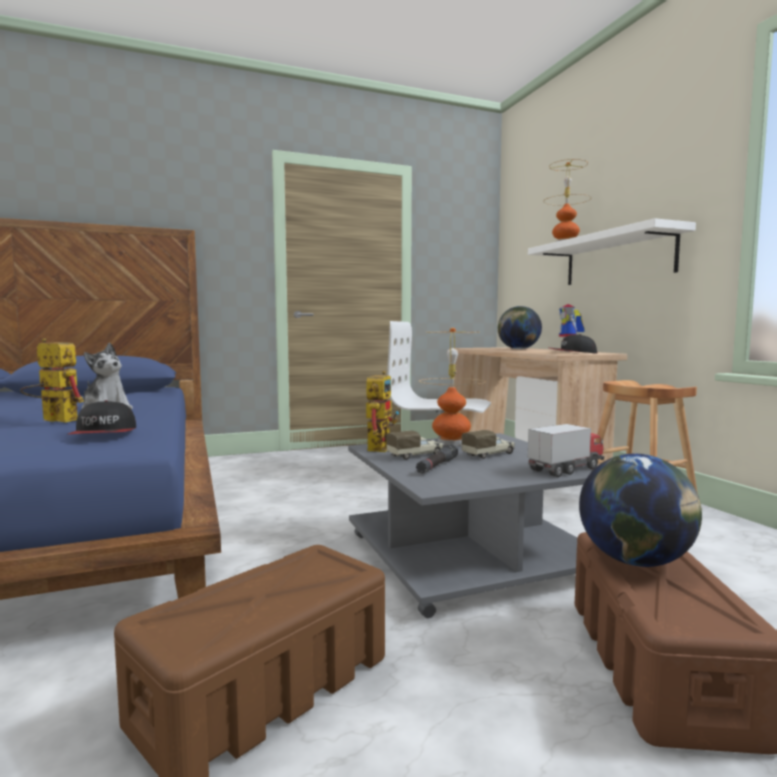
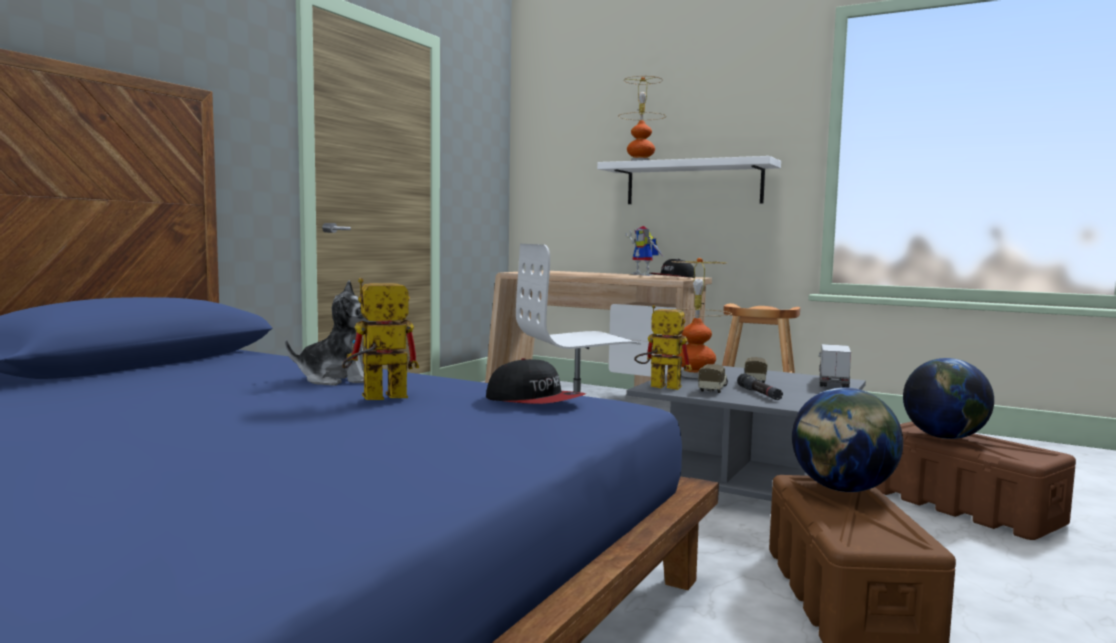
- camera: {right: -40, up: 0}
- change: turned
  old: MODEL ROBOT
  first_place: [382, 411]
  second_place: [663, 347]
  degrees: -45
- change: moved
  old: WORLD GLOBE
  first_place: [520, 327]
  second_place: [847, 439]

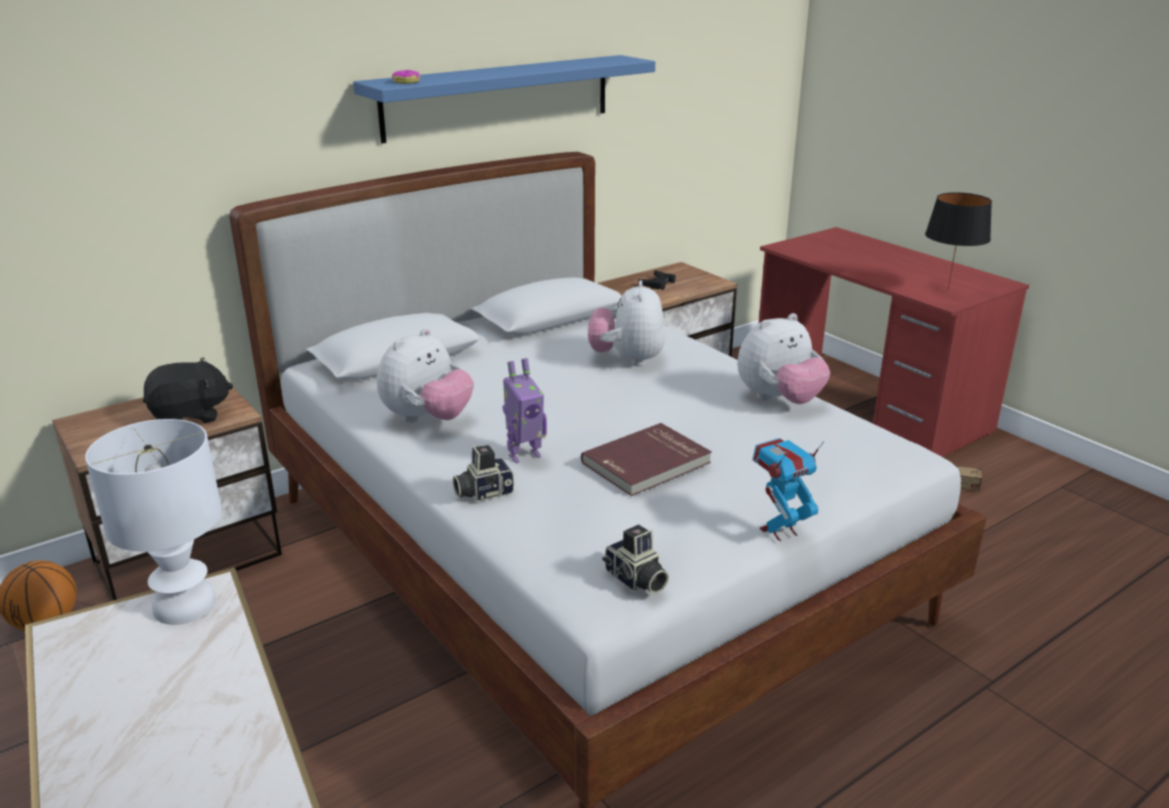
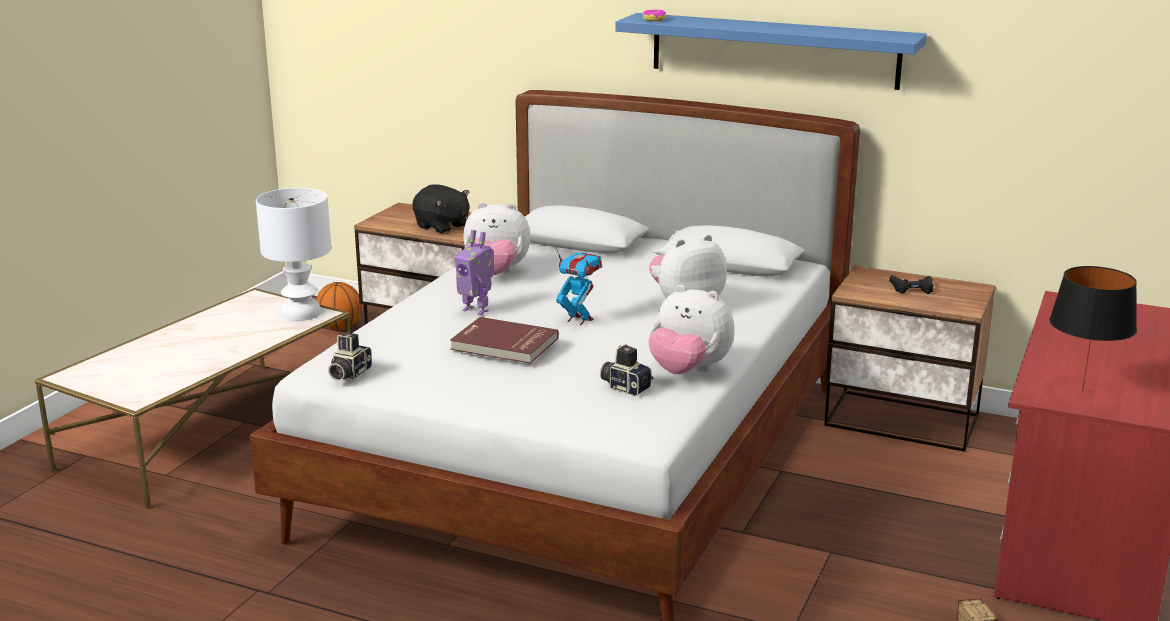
- camera: {right: 60, up: -5}
- change: moved
  old: STILL CAMERA
  first_place: [483, 473]
  second_place: [626, 370]
- change: moved
  old: MODEL ROBOT
  first_place: [788, 489]
  second_place: [579, 286]

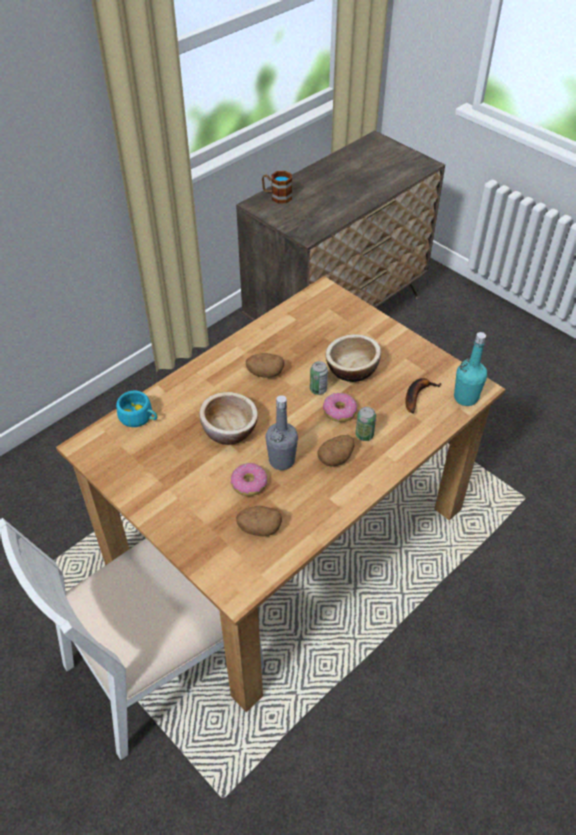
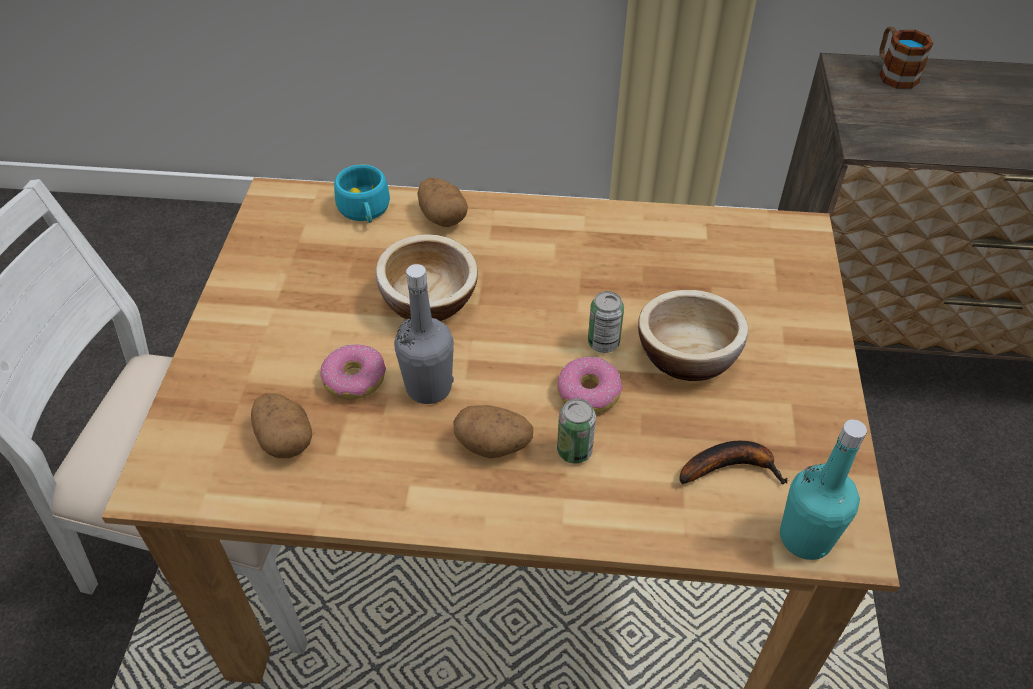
- camera: {right: 50, up: 0}
- change: moved
  old: SPUD
  first_place: [265, 365]
  second_place: [442, 202]

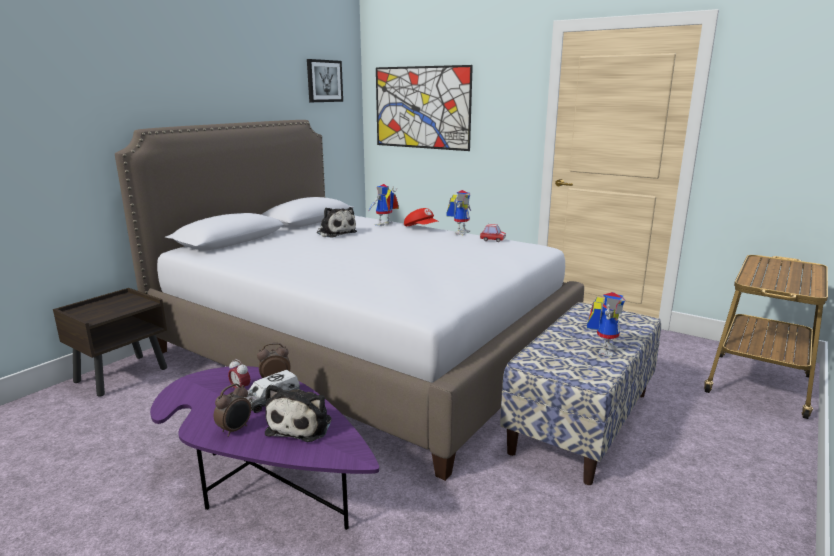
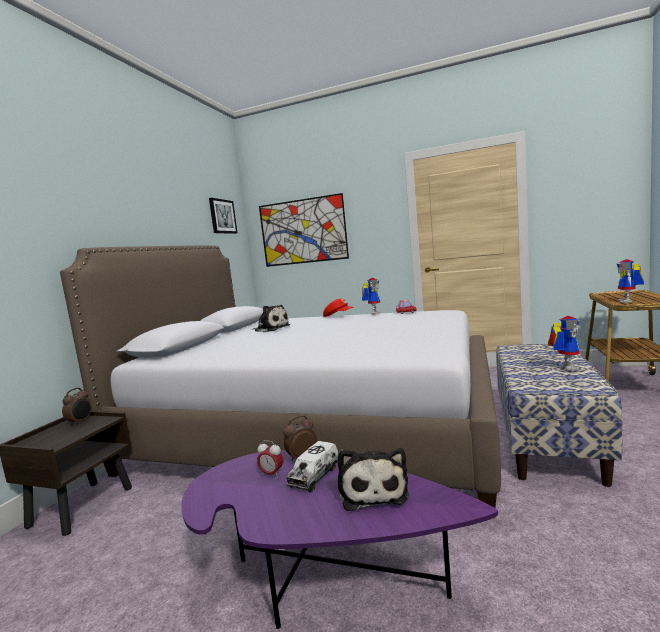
- camera: {right: -15, up: -10}
- change: moved
  old: ALARM CLOCK
  first_place: [232, 410]
  second_place: [77, 407]
- change: moved
  old: MODEL ROBOT
  first_place: [384, 205]
  second_place: [630, 281]

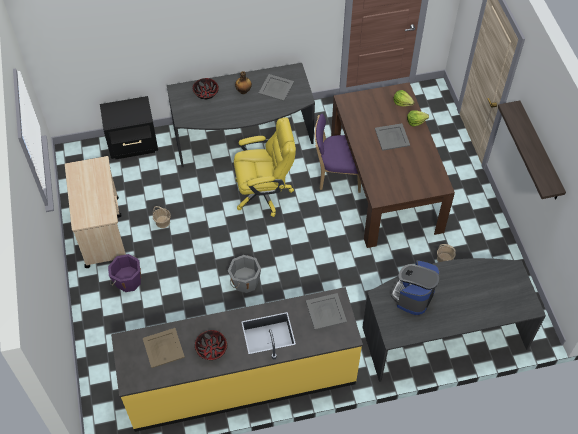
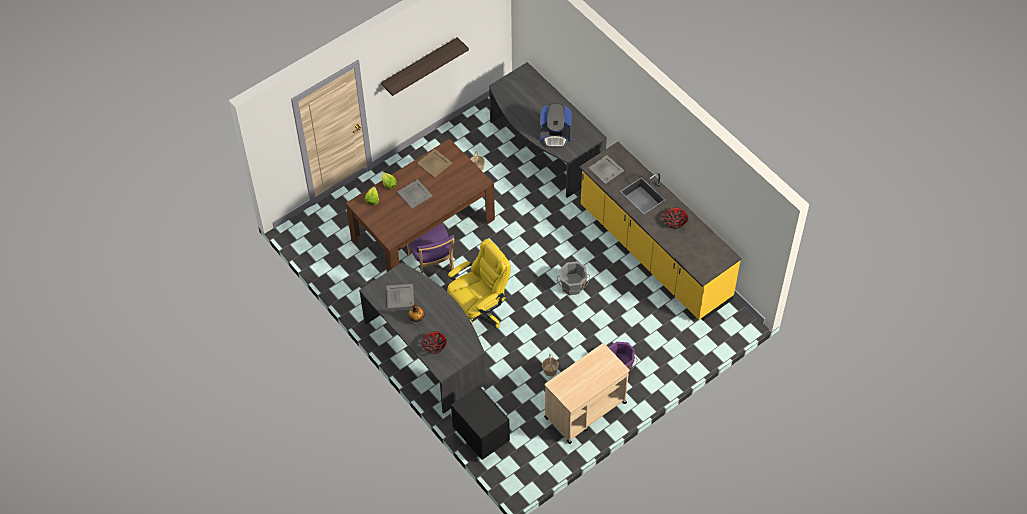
- camera: {right: -115, up: 0}
- change: moved
  old: BEIGE SERVING TRAY
  first_place: [164, 348]
  second_place: [434, 163]
- change: turned
  old: YELLOW-COLOURED DESK CHAIR
  first_place: [265, 167]
  second_place: [479, 283]
  degrees: 90

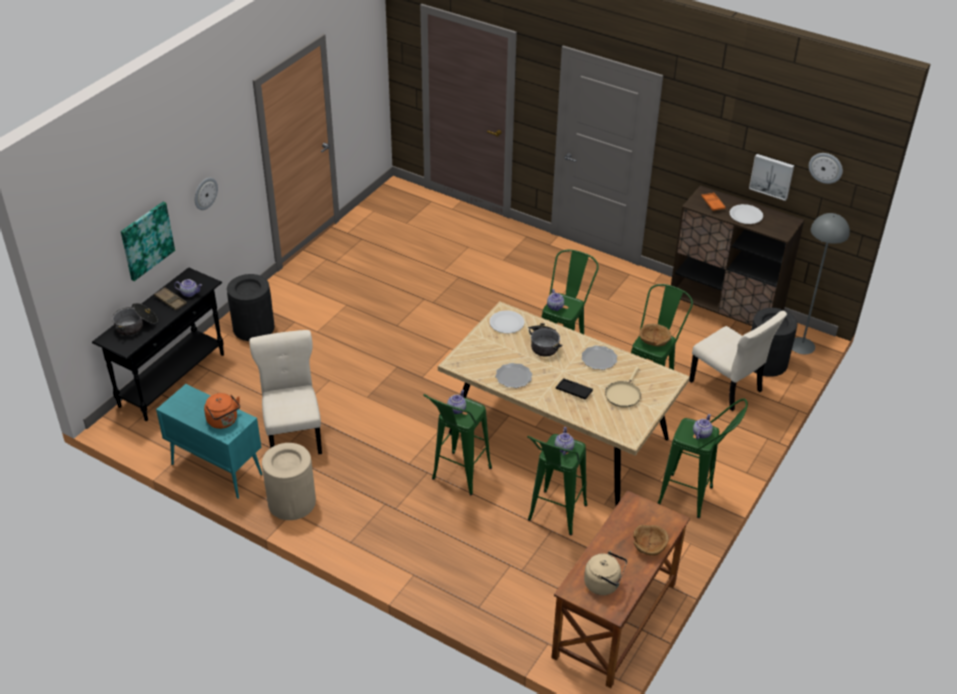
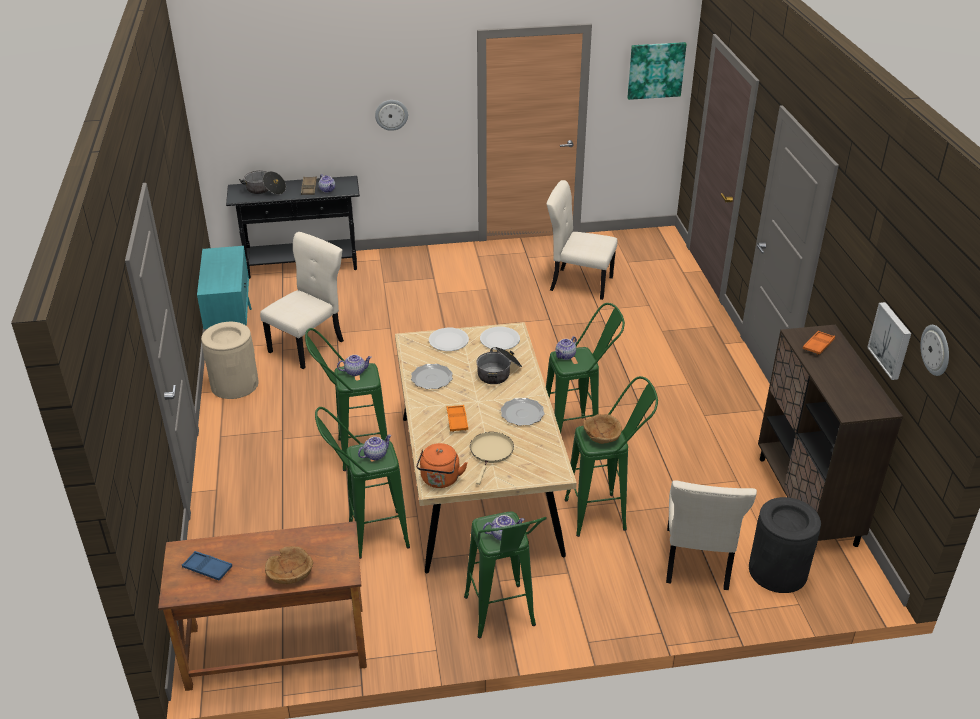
- camera: {right: 50, up: -5}
- change: moved
  old: PICTURE
  first_place: [148, 241]
  second_place: [657, 71]
- change: moved
  old: ORANGE TEA KETTLE
  first_place: [222, 411]
  second_place: [442, 465]
- change: removed
  old: BLACKISH WASTE BIN
  first_place: [250, 307]
- change: recoloured
  old: BLACKISH SERVING TRAY
  new: ORANGE SERVING TRAY
  first_place: [574, 388]
  second_place: [457, 418]
- change: replaced
  old: BEIGE TEA KETTLE
  new: BLUE SERVING TRAY
  first_place: [605, 573]
  second_place: [207, 565]
- change: turned
  old: BEIGE PAN
  first_place: [623, 387]
  second_place: [492, 458]
  degrees: 120
- change: moved
  old: WHITE-COLOURED PLATE
  first_place: [746, 214]
  second_place: [449, 339]
- change: removed
  old: GREY STANDING LAMP
  first_place: [821, 283]
- change: added
  new: BEIGE UPRIGHT CHAIR
  second_place: [582, 240]

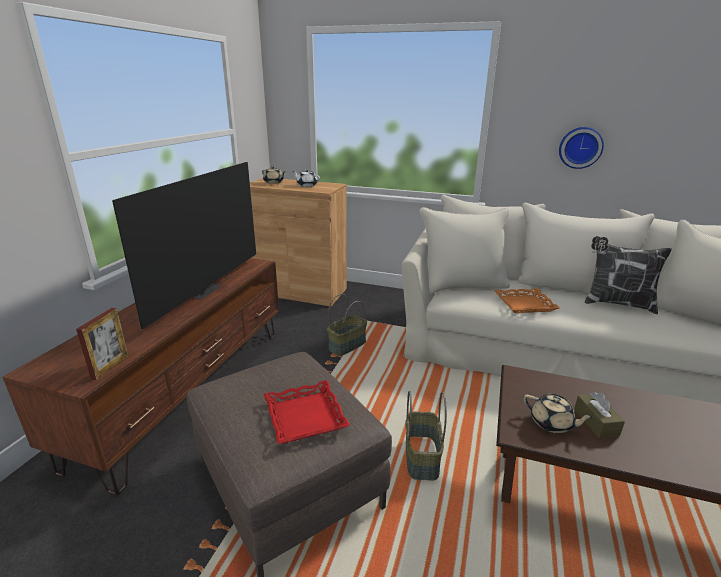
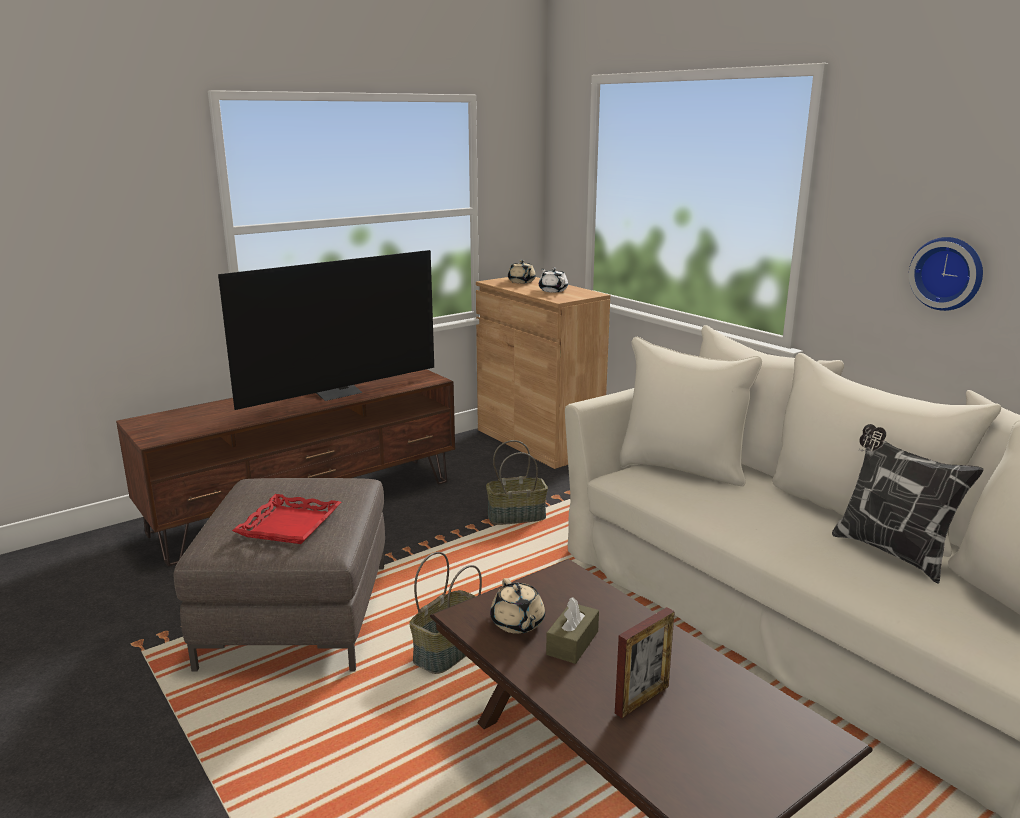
- camera: {right: 35, up: -5}
- change: moved
  old: PICTURE FRAME
  first_place: [102, 344]
  second_place: [645, 662]
- change: removed
  old: ORANGE SERVING TRAY
  first_place: [527, 300]

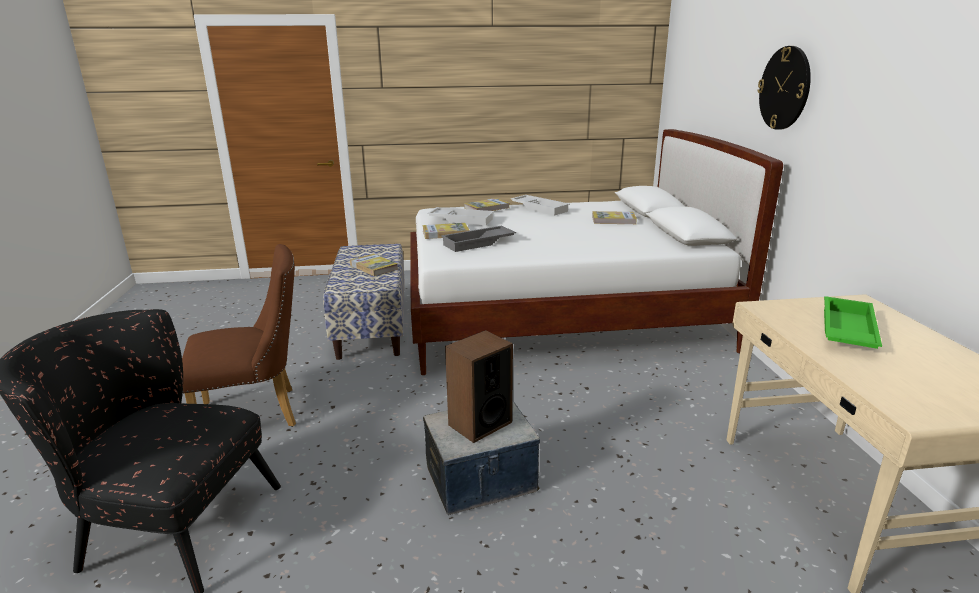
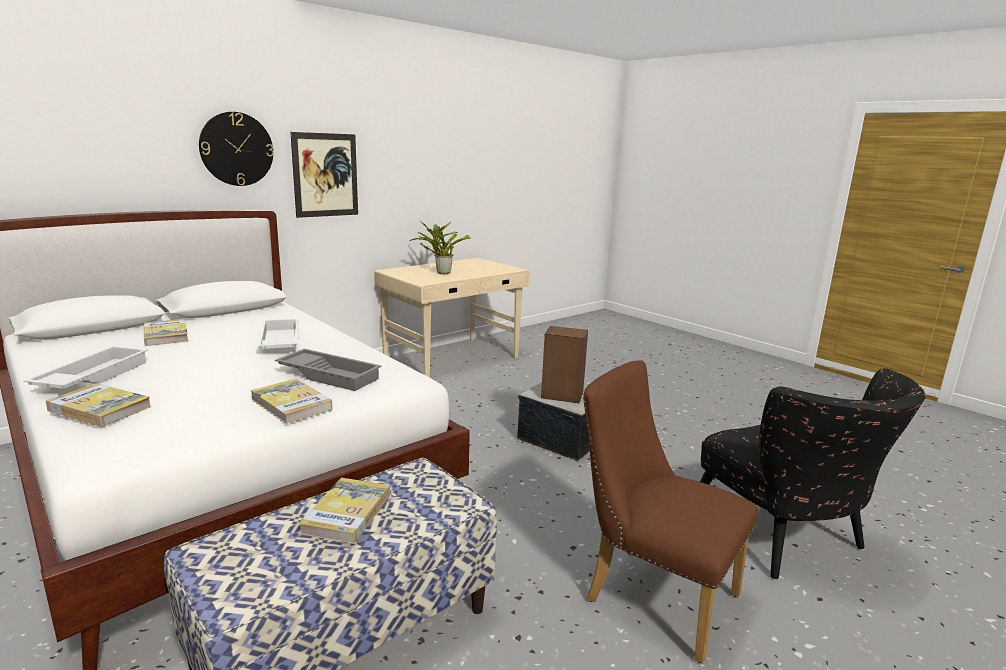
- camera: {right: -125, up: -5}
- change: moved
  old: WHITE-COLOURED SERVING TRAY
  first_place: [460, 216]
  second_place: [278, 333]
- change: replaced
  old: GREEN SERVING TRAY
  new: PLANT IN A POT
  first_place: [853, 322]
  second_place: [440, 247]
- change: added
  new: PICTURE
  second_place: [324, 175]

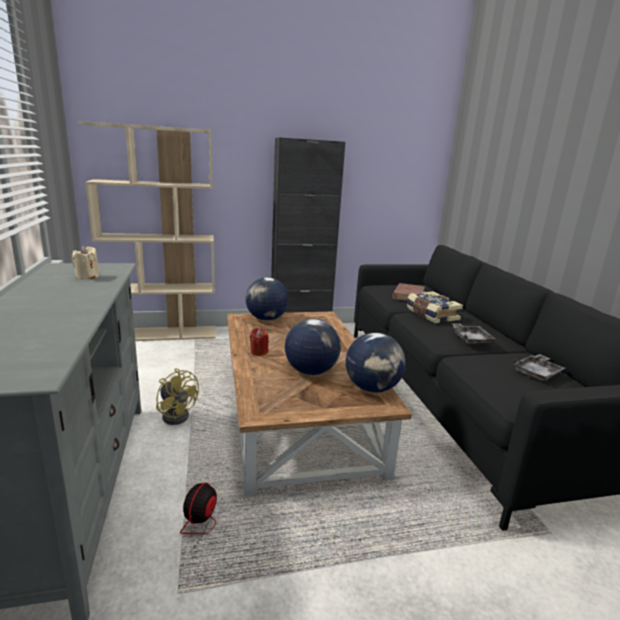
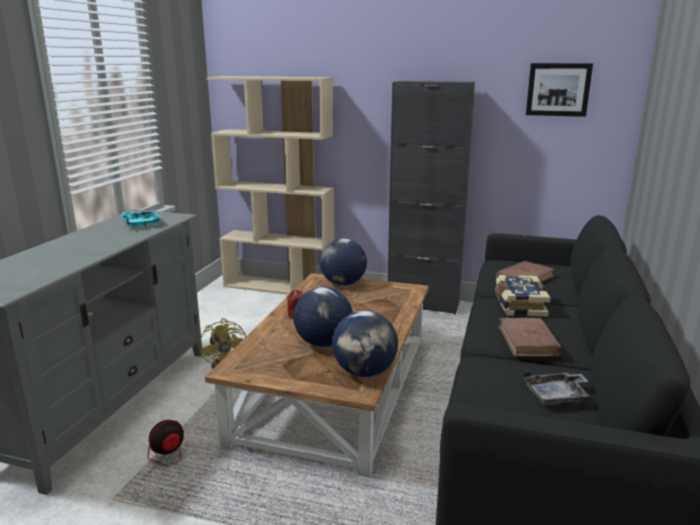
- camera: {right: 30, up: 0}
- change: replaced
  old: BEIGE WAX CANDLE
  new: TURQUOISE SERVING TRAY
  first_place: [86, 262]
  second_place: [141, 219]
- change: replaced
  old: GREY SERVING TRAY
  new: BROWN BOOK
  first_place: [473, 334]
  second_place: [530, 337]
- change: added
  new: PICTURE
  second_place: [559, 90]

